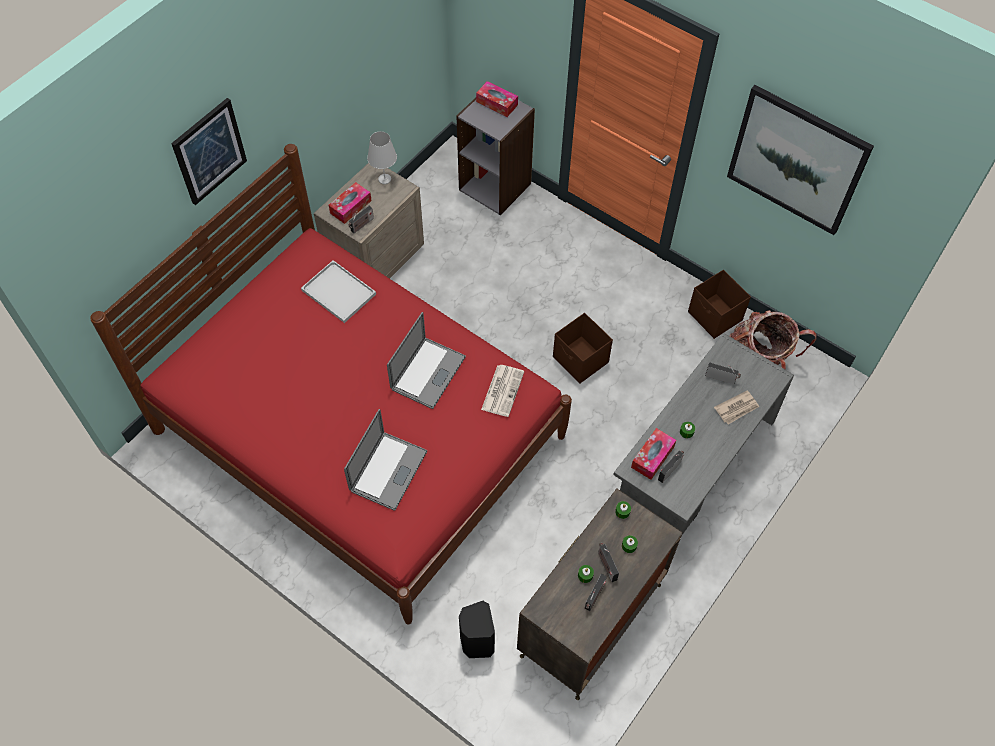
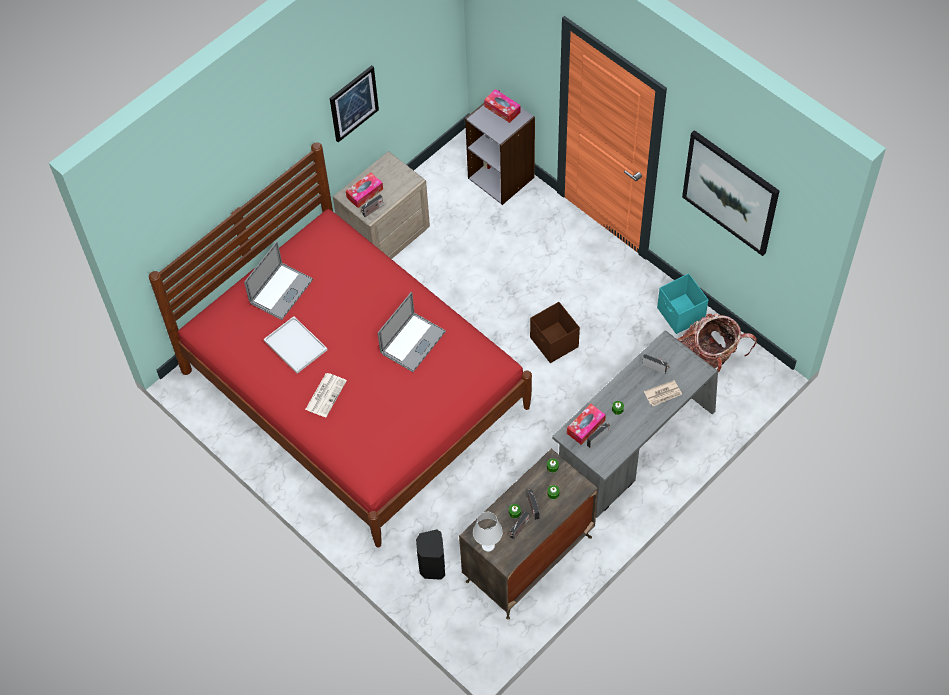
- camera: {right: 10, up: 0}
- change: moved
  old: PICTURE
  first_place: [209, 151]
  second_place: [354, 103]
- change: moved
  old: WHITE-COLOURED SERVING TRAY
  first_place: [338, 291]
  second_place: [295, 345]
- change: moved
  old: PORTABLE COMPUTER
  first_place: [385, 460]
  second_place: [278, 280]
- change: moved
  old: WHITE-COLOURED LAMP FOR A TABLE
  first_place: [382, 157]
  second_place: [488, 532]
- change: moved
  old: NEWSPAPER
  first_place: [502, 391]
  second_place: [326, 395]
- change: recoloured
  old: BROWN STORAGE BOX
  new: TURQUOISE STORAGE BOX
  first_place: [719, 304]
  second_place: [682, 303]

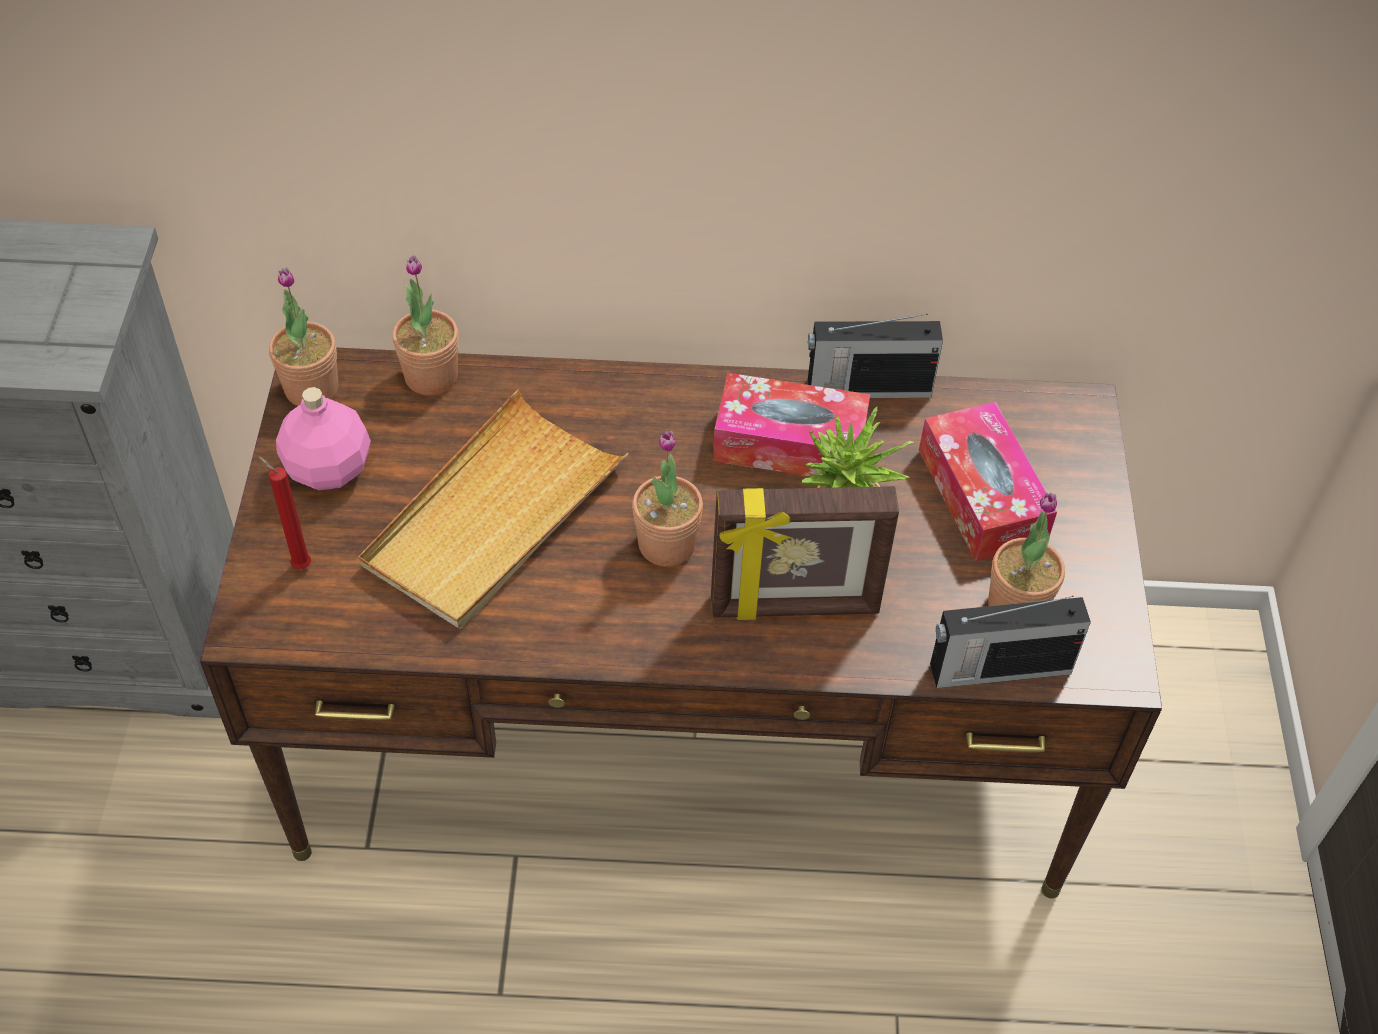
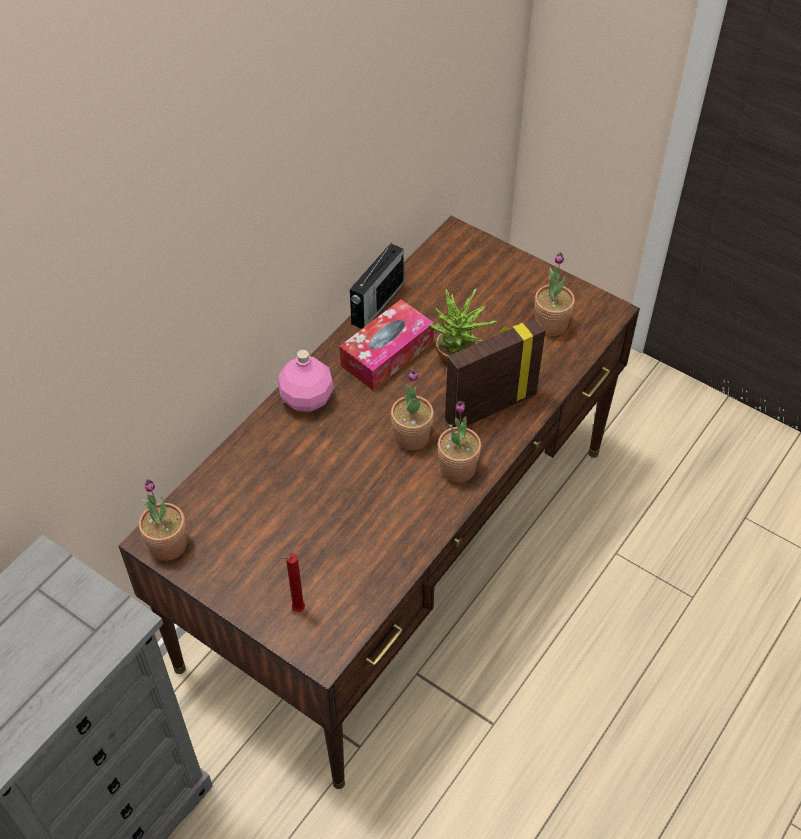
- camera: {right: -55, up: 0}
- change: moved
  old: PINKISH DRINK BOTTLE
  first_place: [323, 438]
  second_place: [306, 381]
- change: removed
  old: BEIGE SERVING TRAY
  first_place: [494, 509]
- change: moved
  old: PLANT IN A POT
  first_place: [425, 325]
  second_place: [459, 442]
- change: turned
  old: PICTURE FRAME
  first_place: [805, 553]
  second_place: [495, 373]
  degrees: -150
- change: removed
  old: TISSUE BOX
  first_place: [988, 481]
- change: removed
  old: RADIO RECEIVER
  first_place: [1010, 642]

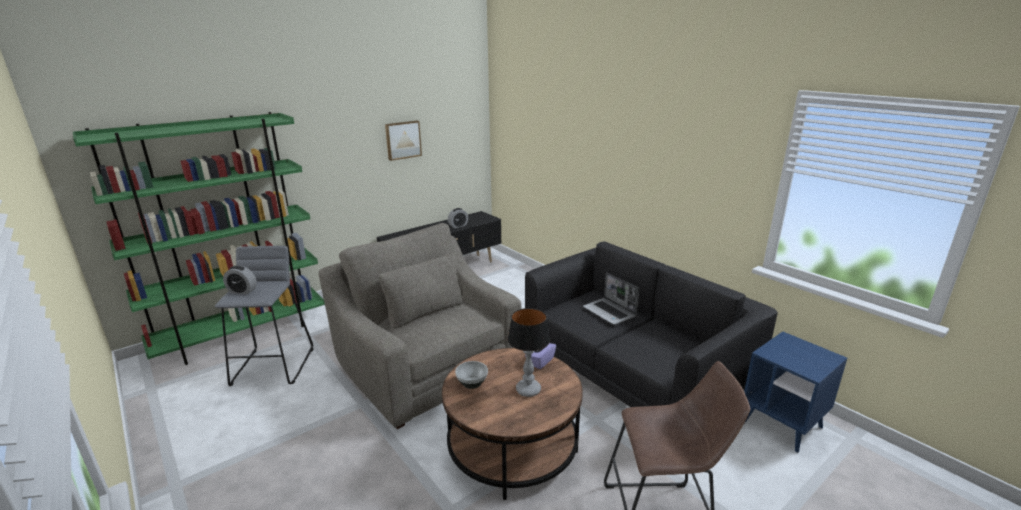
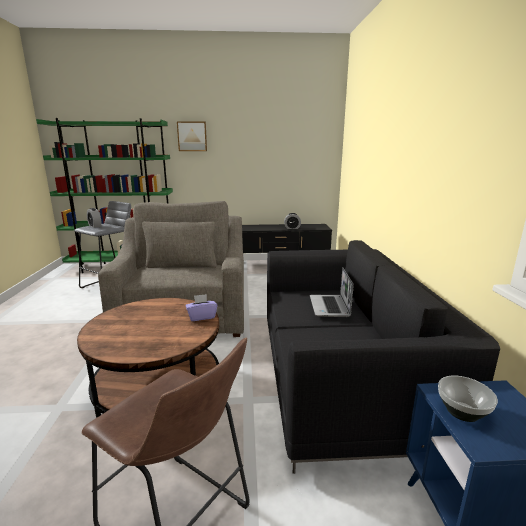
- camera: {right: 35, up: -5}
- change: moved
  old: PICTURE
  first_place: [403, 141]
  second_place: [192, 136]
- change: moved
  old: SERVING BOWL
  first_place: [471, 375]
  second_place: [468, 399]
- change: removed
  old: LAMP FOR A TABLE
  first_place: [528, 352]

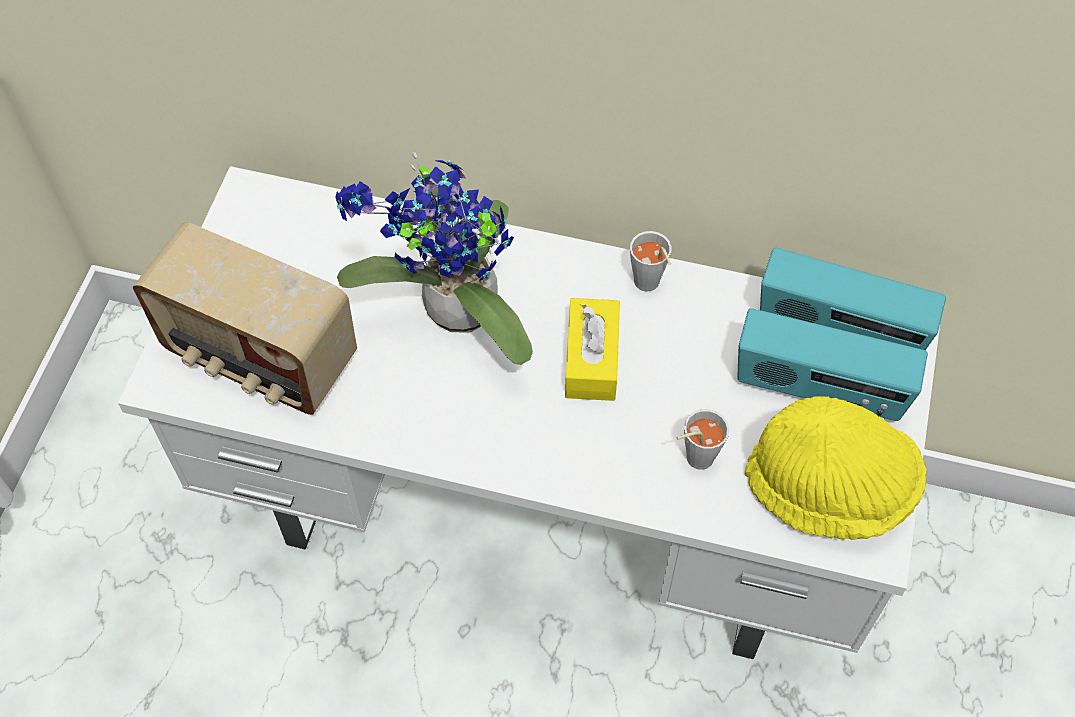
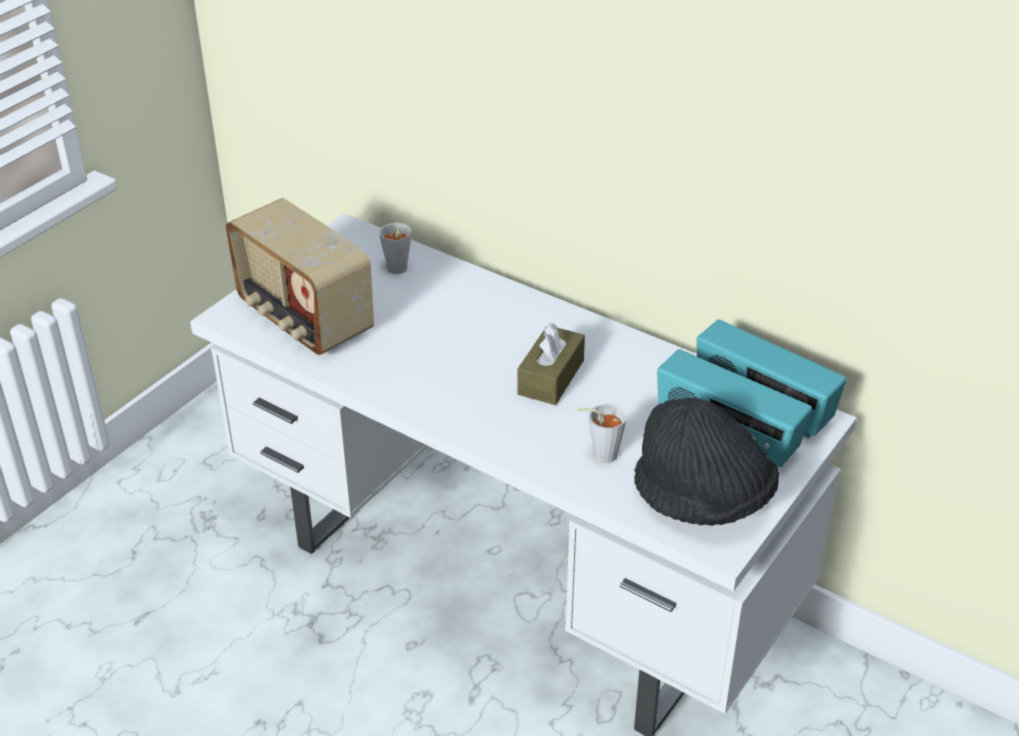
- camera: {right: 20, up: -20}
- change: removed
  old: PLANT IN A POT
  first_place: [434, 258]
- change: recoloured
  old: YELLOW-COLOURED TISSUE BOX
  new: BROWN TISSUE BOX
  first_place: [592, 349]
  second_place: [551, 363]
- change: moved
  old: GREY SMALL CUP
  first_place: [651, 261]
  second_place: [395, 248]
- change: recoloured
  old: YELLOW-COLOURED HAT
  new: BLACKISH HAT
  first_place: [835, 468]
  second_place: [706, 462]

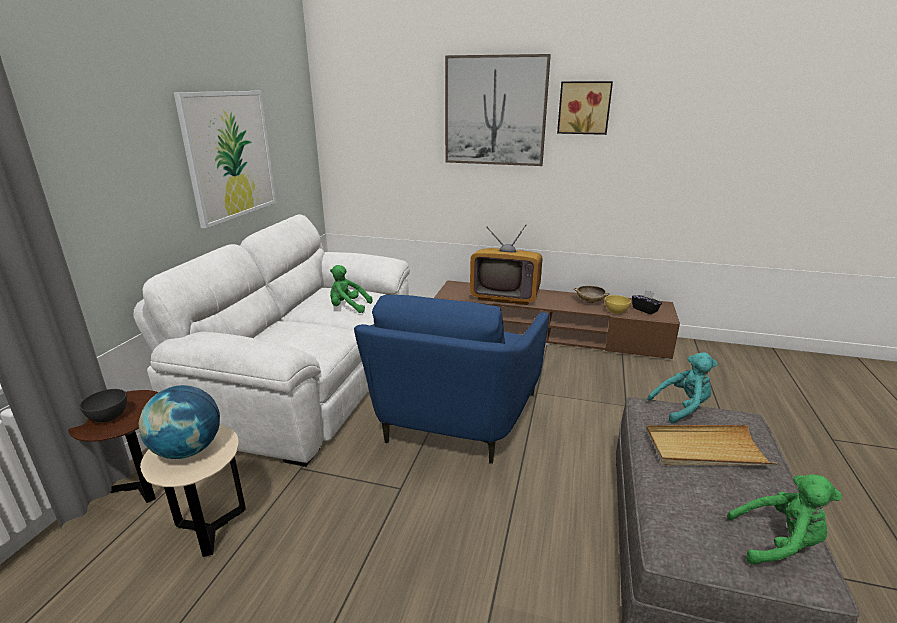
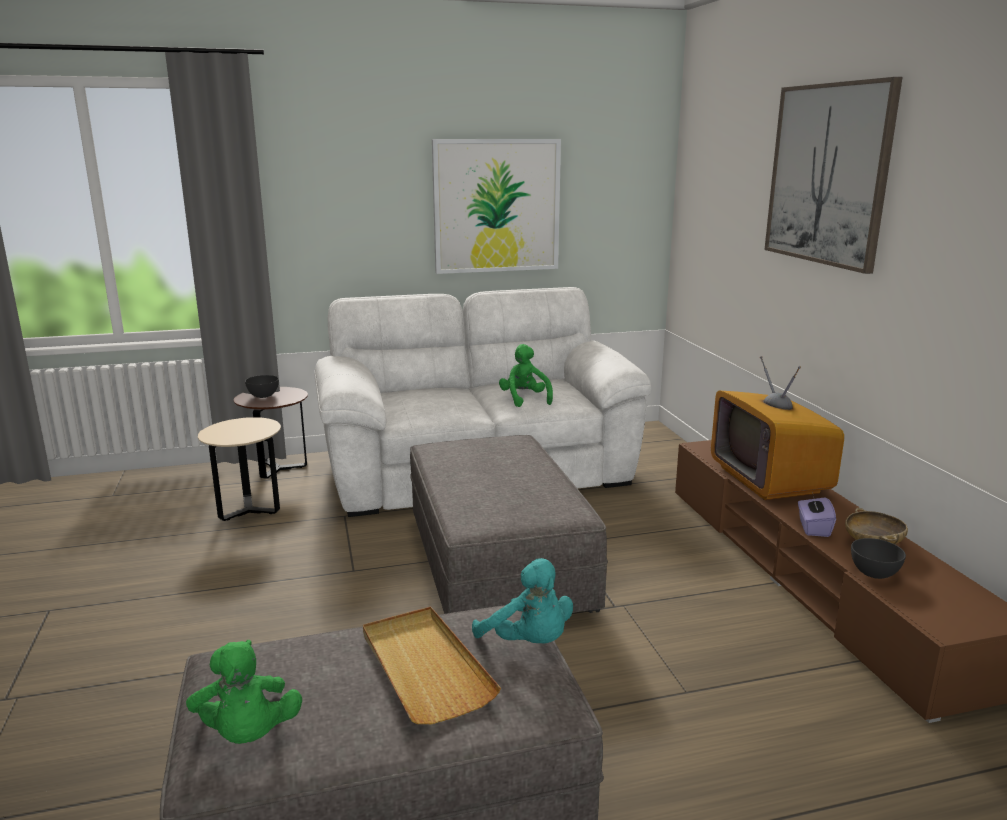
- camera: {right: 60, up: -5}
- change: removed
  old: WORLD GLOBE
  first_place: [179, 422]
- change: replaced
  old: BLUE ARMCHAIR
  new: GREY FOOTREST
  first_place: [451, 379]
  second_place: [509, 524]
- change: removed
  old: PICTURE
  first_place: [585, 108]
- change: recoloured
  old: YELLOW-COLOURED SERVING BOWL
  new: GREY SERVING BOWL
  first_place: [618, 304]
  second_place: [878, 558]
- change: removed
  old: BLACKISH TISSUE BOX
  first_place: [647, 302]
- change: added
  new: PURPLE-COLOURED TISSUE BOX
  second_place: [817, 514]

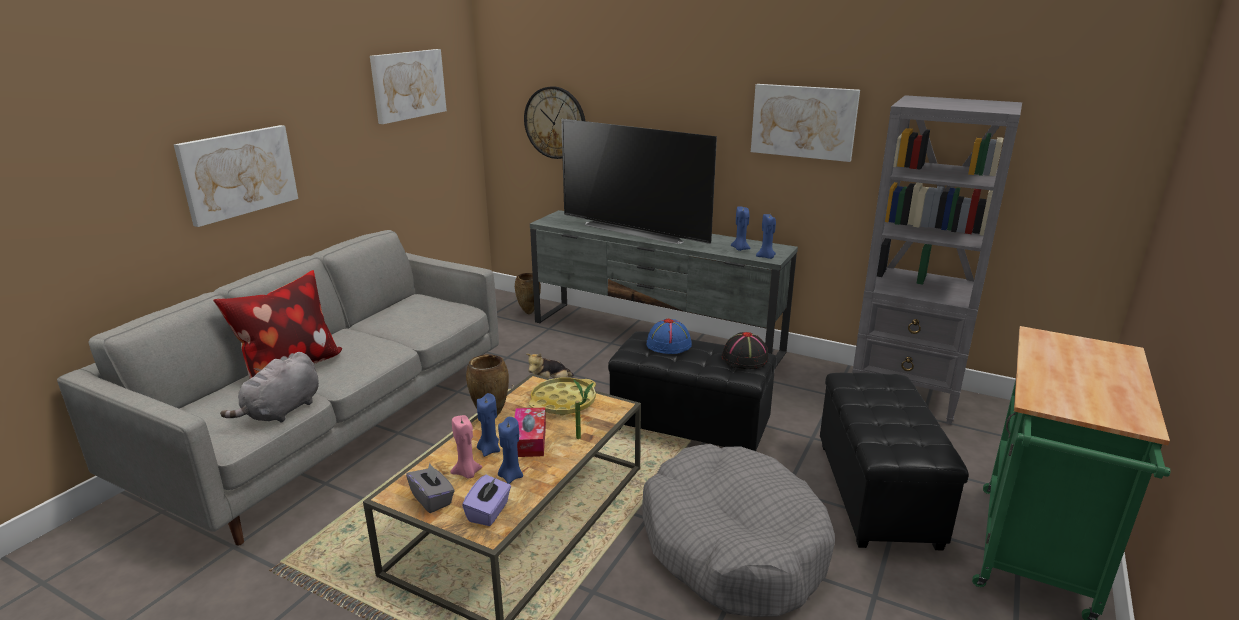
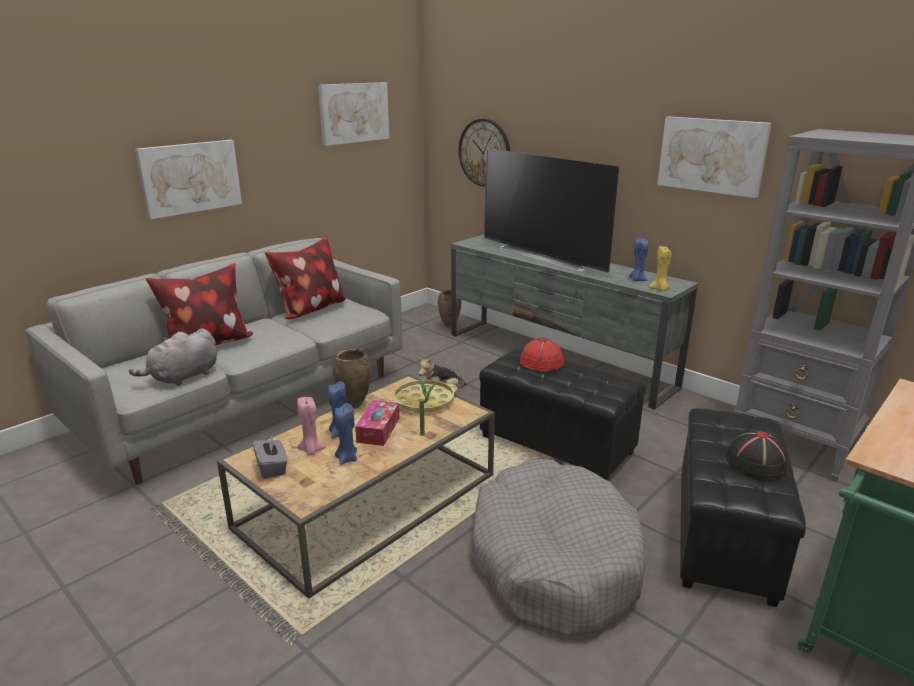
- camera: {right: 15, up: 0}
- change: removed
  old: PURPLE-COLOURED TISSUE BOX
  first_place: [486, 500]
- change: recoloured
  old: BLUE HAT
  new: RED-COLOURED HAT
  first_place: [669, 336]
  second_place: [542, 354]
- change: moved
  old: BLACKISH HAT
  first_place: [745, 350]
  second_place: [756, 455]
- change: recoloured
  old: BLUE WAX CANDLE
  new: YELLOW-COLOURED WAX CANDLE
  first_place: [766, 236]
  second_place: [660, 268]
- change: added
  new: THROW PILLOW
  second_place: [305, 278]

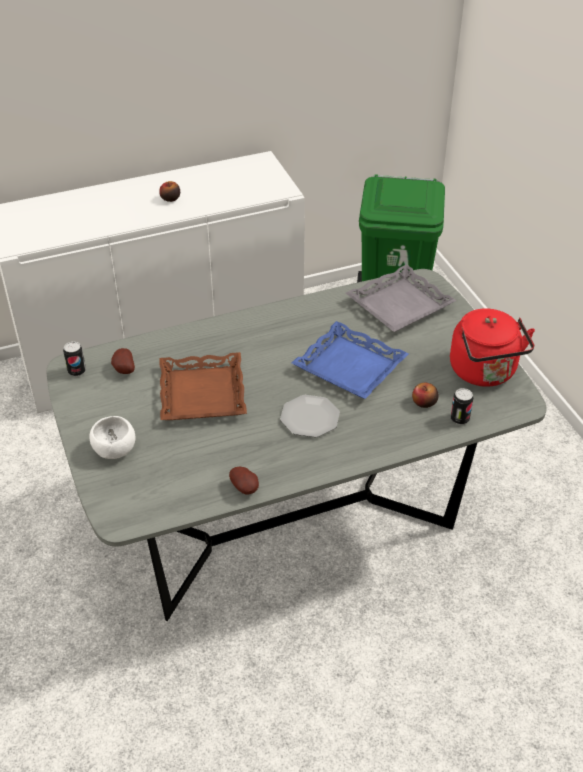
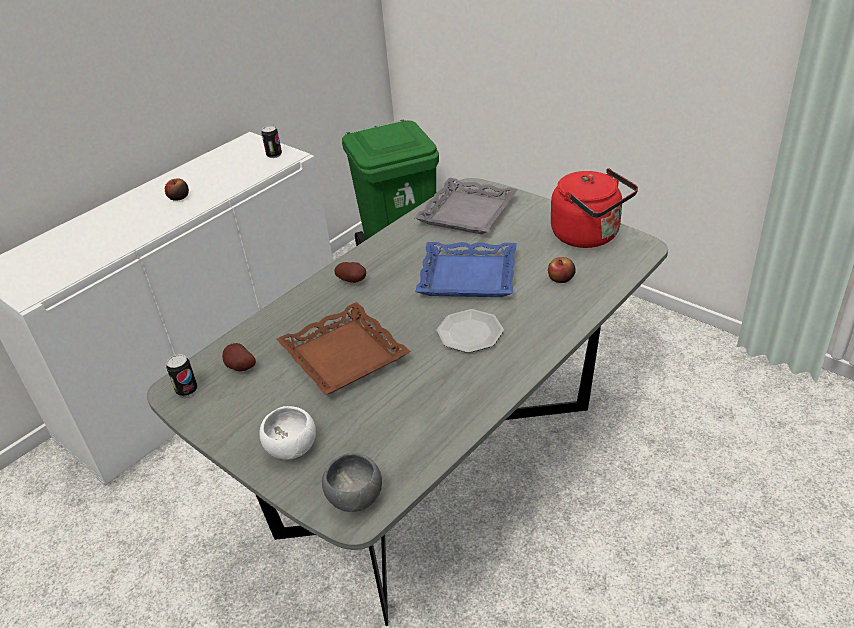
- camera: {right: -25, up: -5}
- change: moved
  old: SPUD
  first_place: [244, 480]
  second_place: [350, 272]
- change: moved
  old: SEALED CAN
  first_place: [461, 406]
  second_place: [271, 142]
- change: added
  new: GREY SERVING BOWL
  second_place: [352, 482]

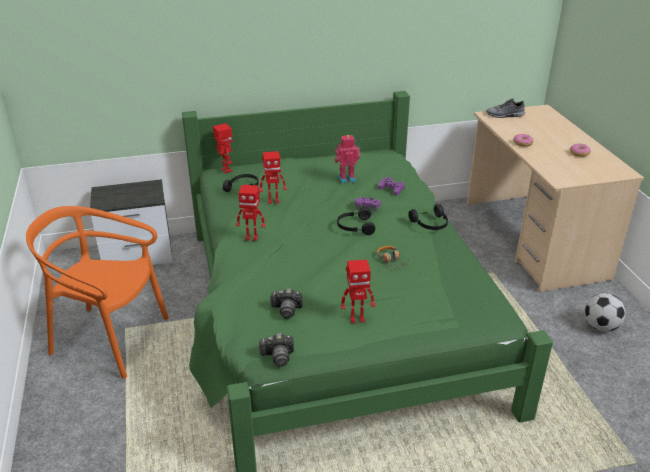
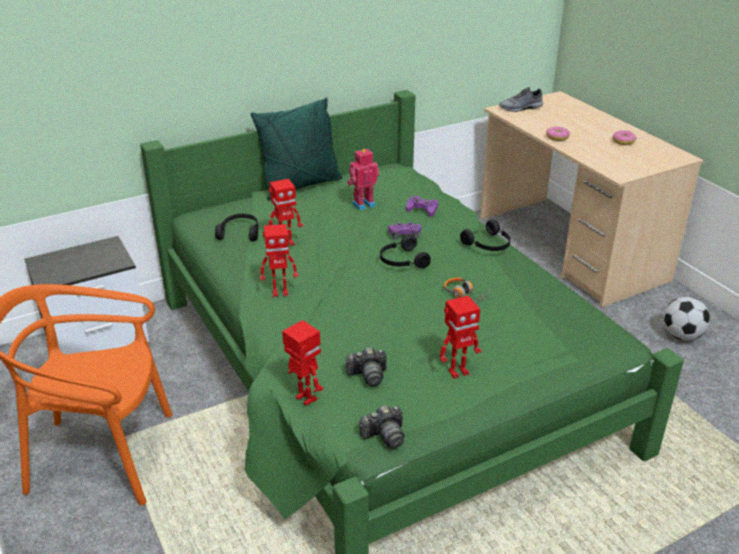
- camera: {right: -15, up: 0}
- change: moved
  old: MODEL ROBOT
  first_place: [223, 148]
  second_place: [303, 363]
- change: added
  new: GREEN THROW PILLOW
  second_place: [297, 148]

